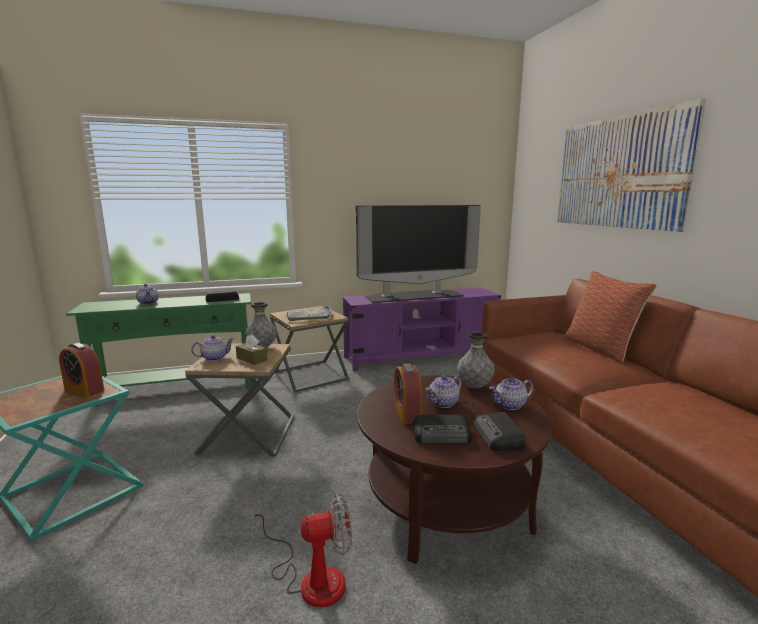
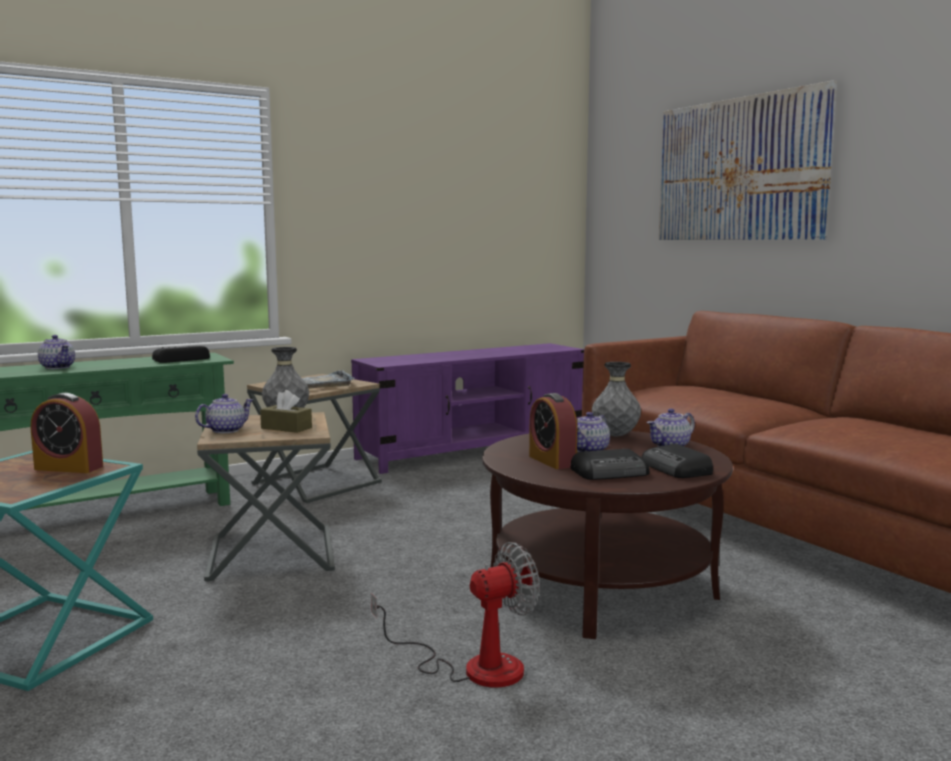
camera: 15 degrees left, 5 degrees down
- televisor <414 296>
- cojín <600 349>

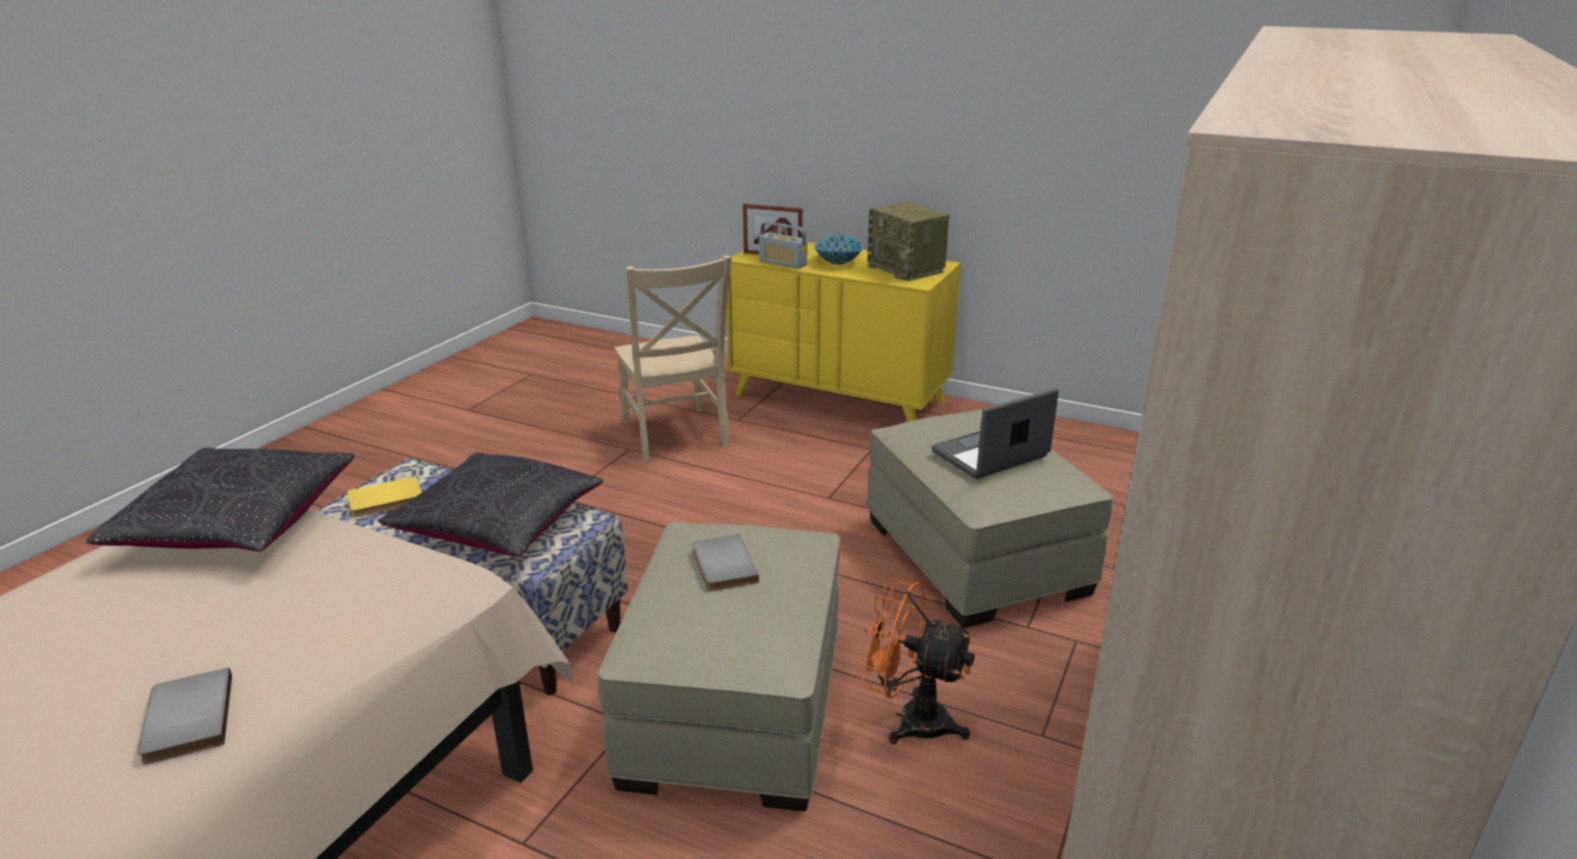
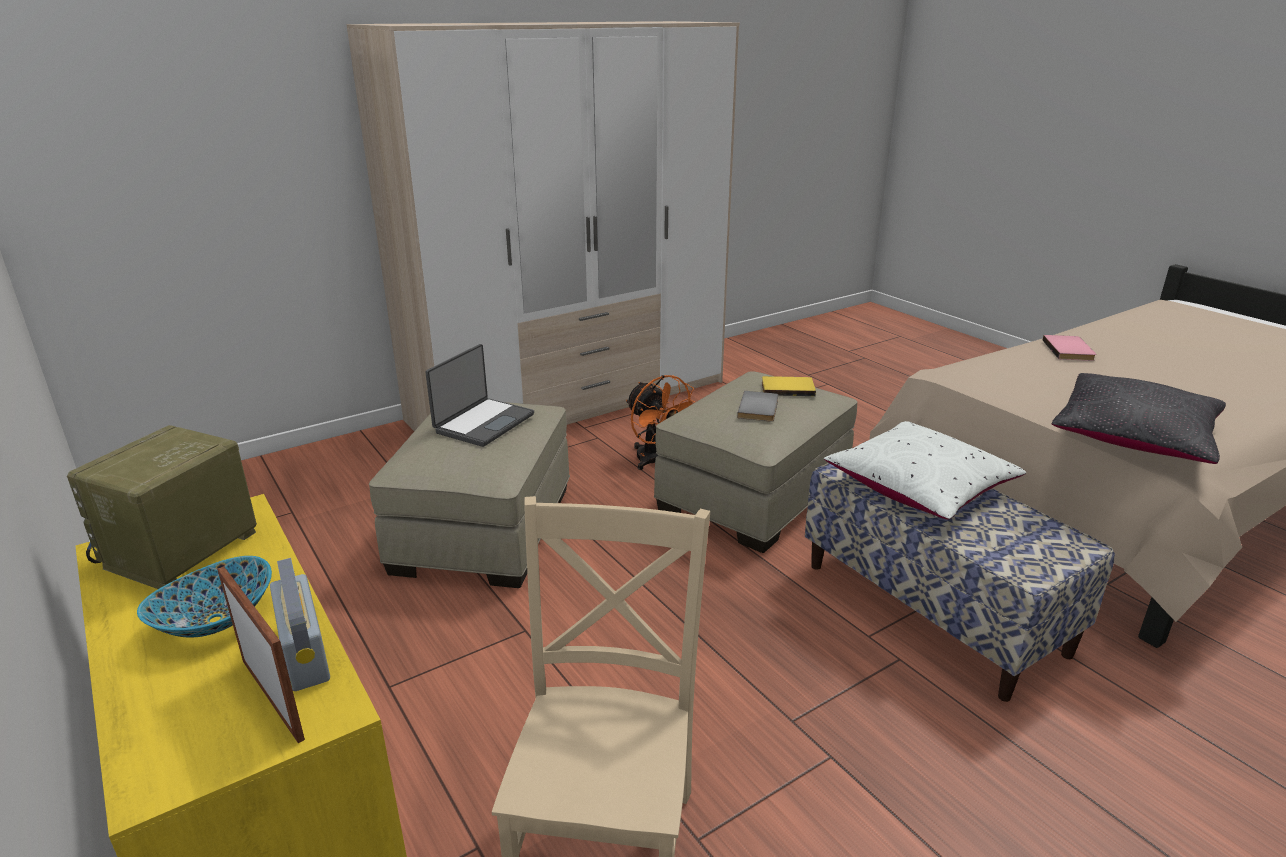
camera: 150 degrees left, 0 degrees up
~ libro (gris) <184 720> to libro (rosa) <1070 350>
~ libro (amarillo) <386 501> to <787 388>
~ cojín (negro) <499 524> to cojín (blanco) <919 488>
~ radio <907 269> = <181 552> 150 degrees counterclockwise
~ portátil <991 455> = <483 423> 60 degrees counterclockwise

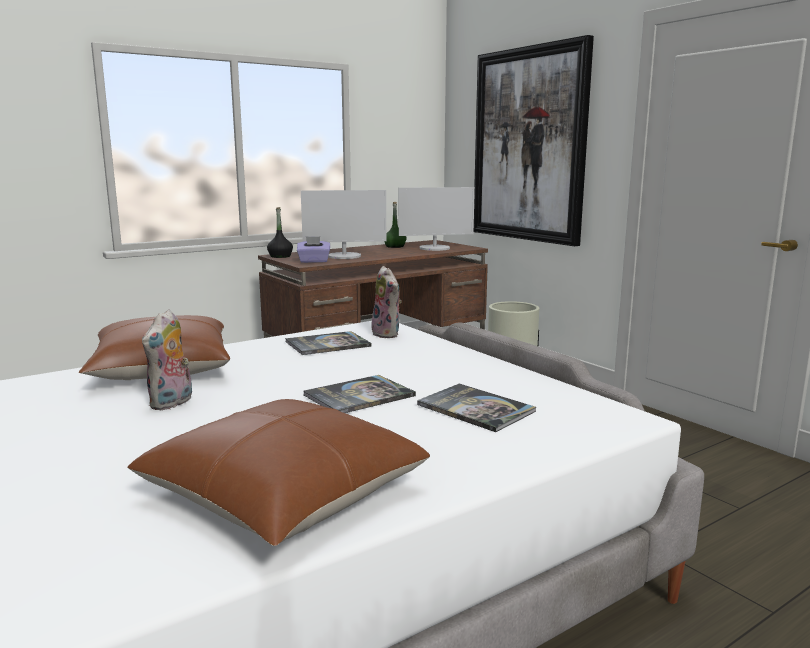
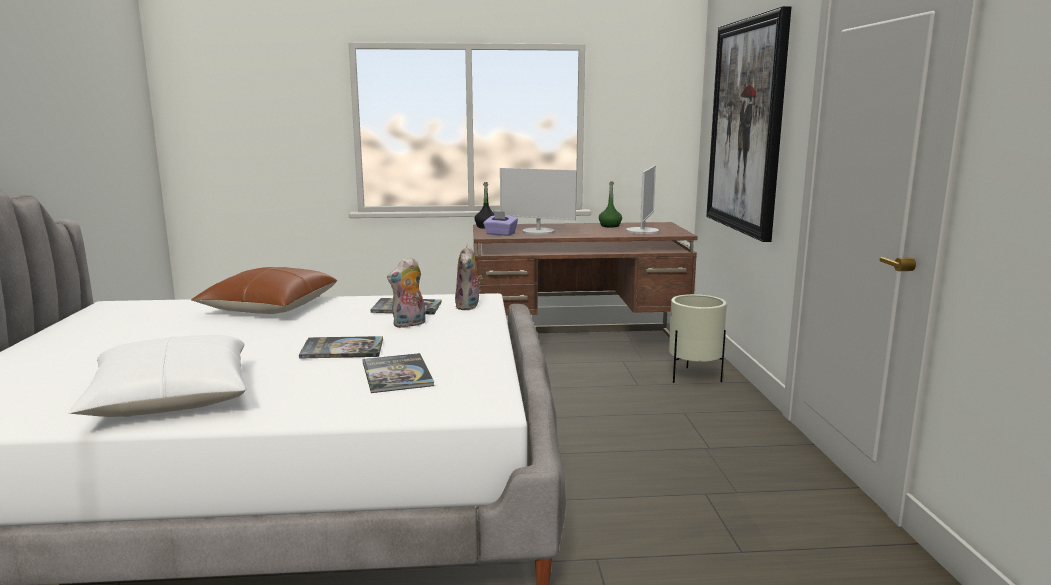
camera: 30 degrees right, 0 degrees up
~ cojín (marrón) <284 496> to cojín (blanco) <170 398>
~ peluche <172 403> to <409 324>
~ monitor <435 248> = <643 231> 90 degrees counterclockwise

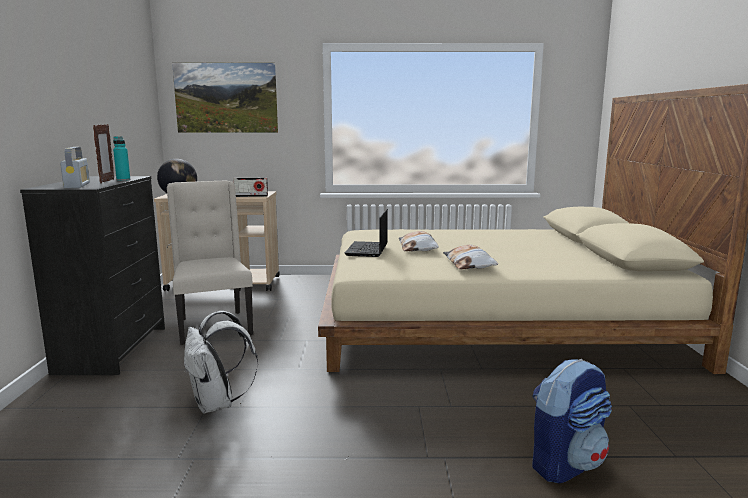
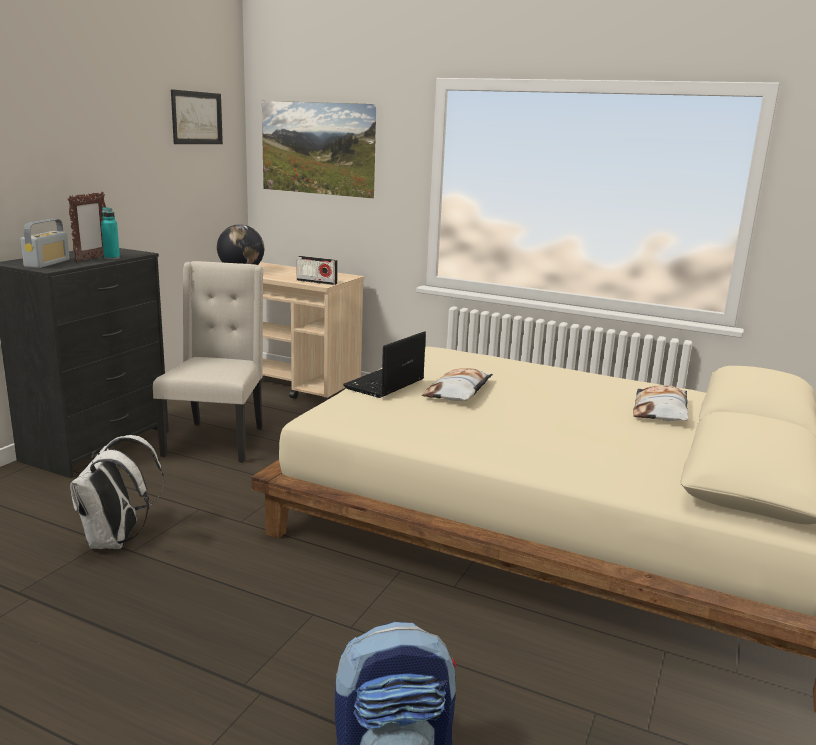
camera: 25 degrees right, 5 degrees up
~ cojín <469 264> to <661 411>
+ cuadro <197 118>

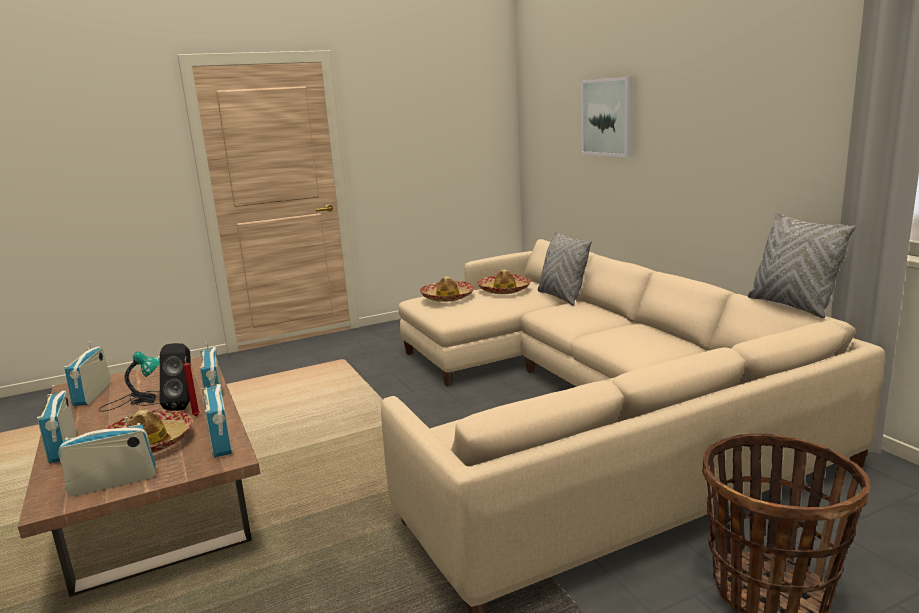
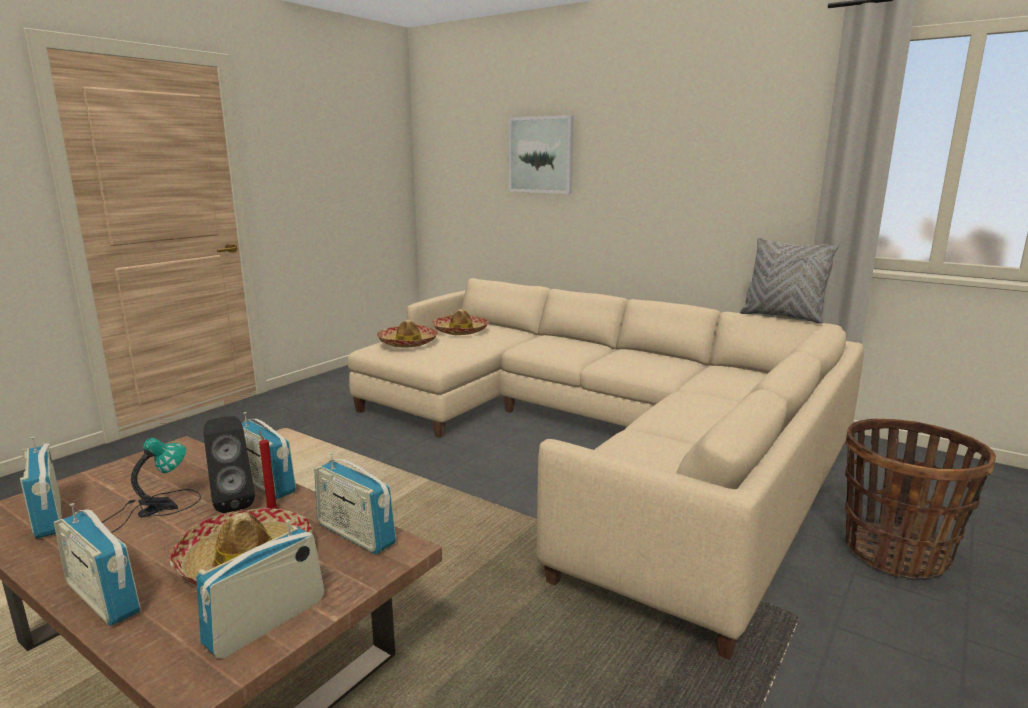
camera: 30 degrees left, 0 degrees up
- cojín (gris) <562 297>

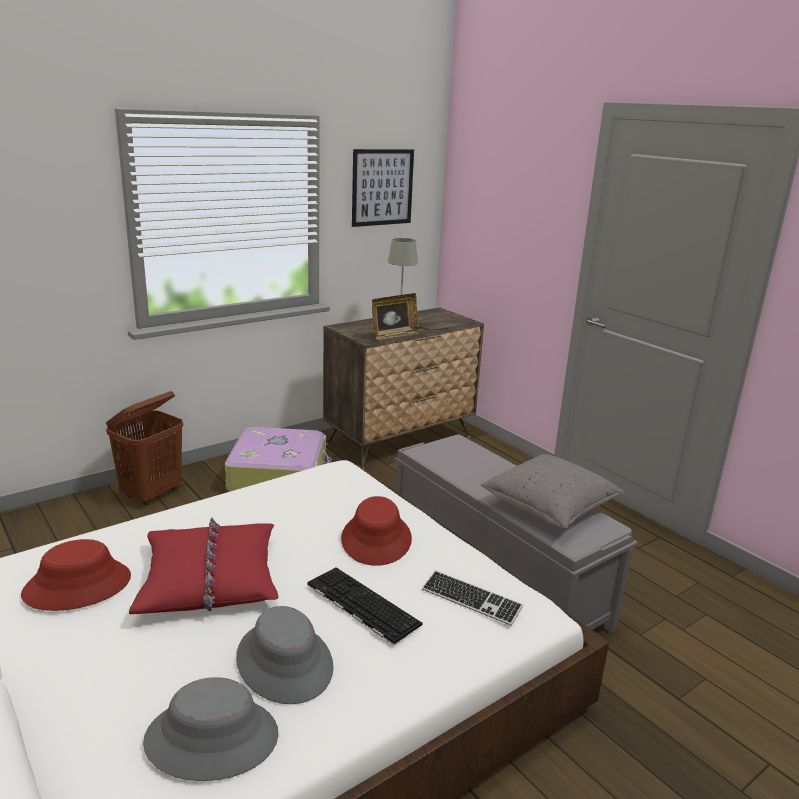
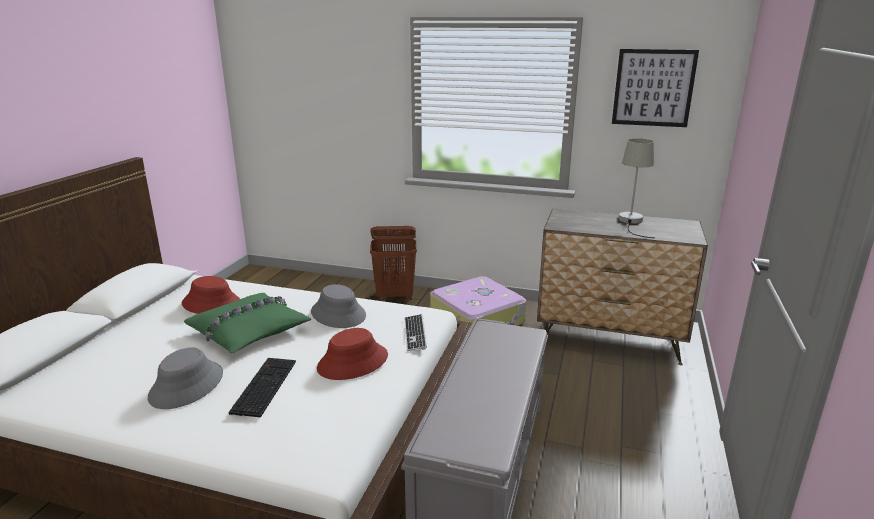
camera: 55 degrees right, 0 degrees up
~ cojín (rojo) <209 579> to cojín (verde) <249 331>
~ sombrero (gris) <212 738> to <338 314>
- portarretratos <394 336>
~ teclado <471 599> to <415 334>
- cojín (gris) <549 508>

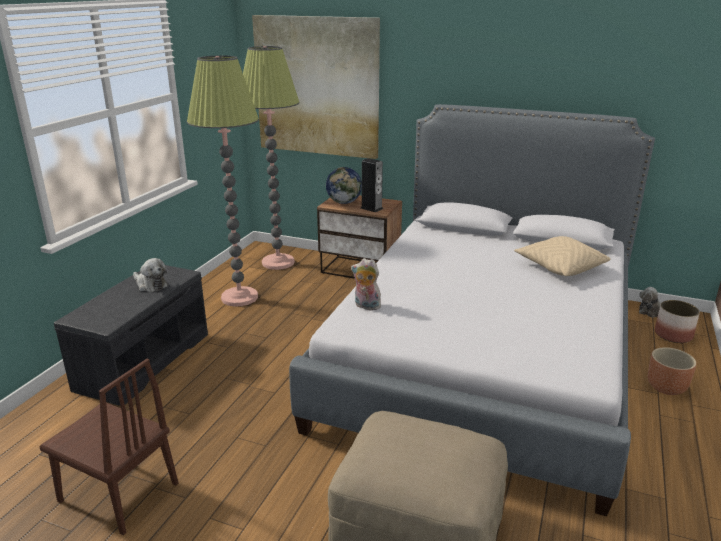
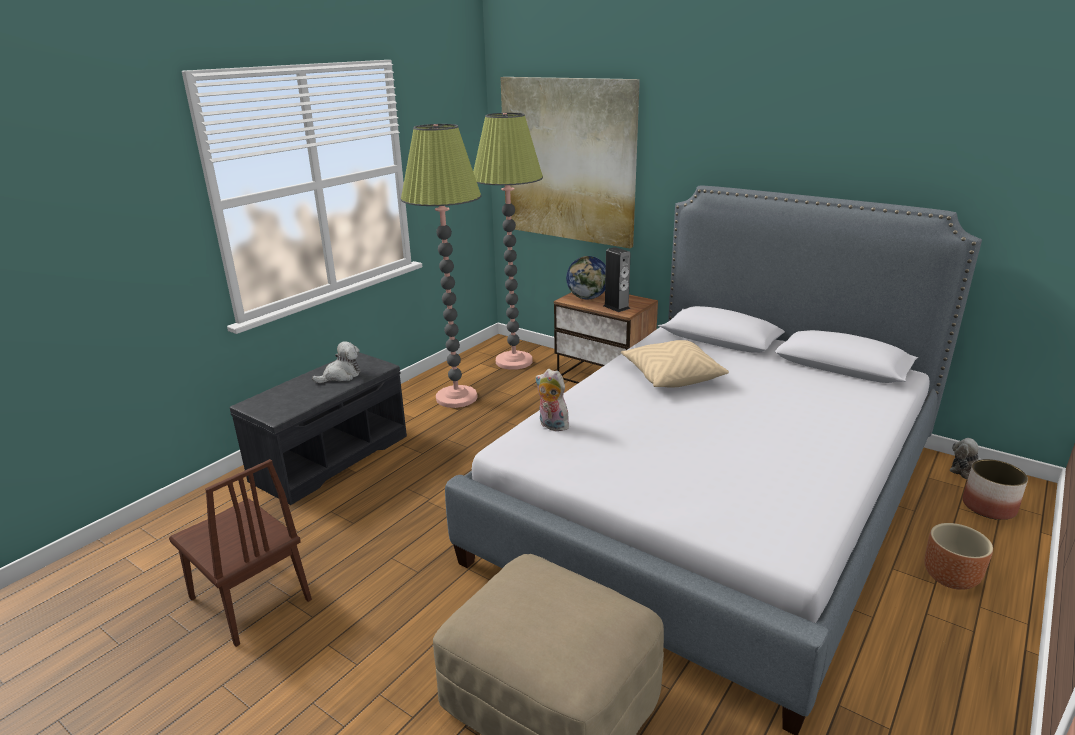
camera: 15 degrees right, 0 degrees up
~ peluche <150 285> = <341 376> 90 degrees counterclockwise
~ cojín (beis) <559 267> to <671 376>

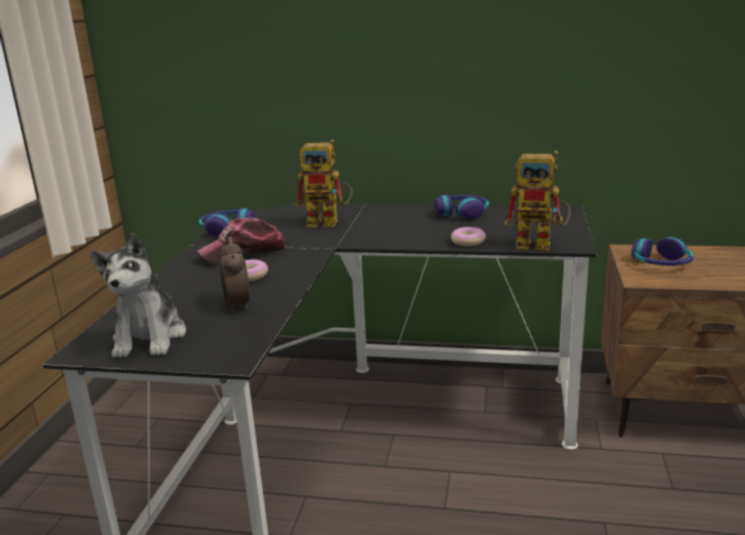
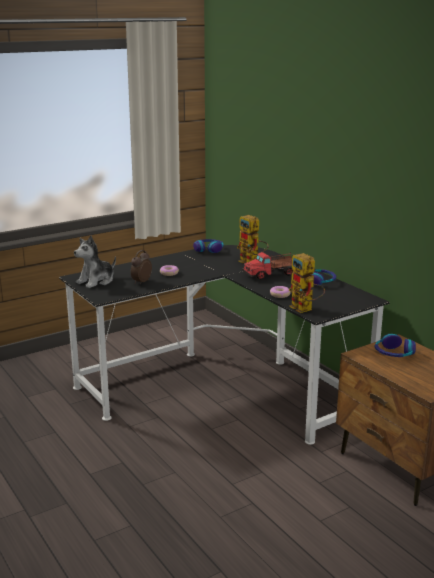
camera: 45 degrees right, 0 degrees up
- gorra <244 253>
+ camión de juguete <273 274>

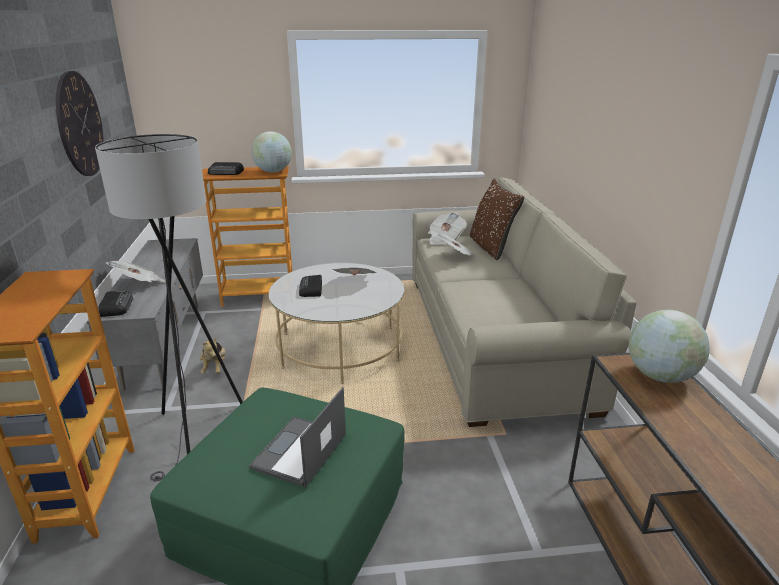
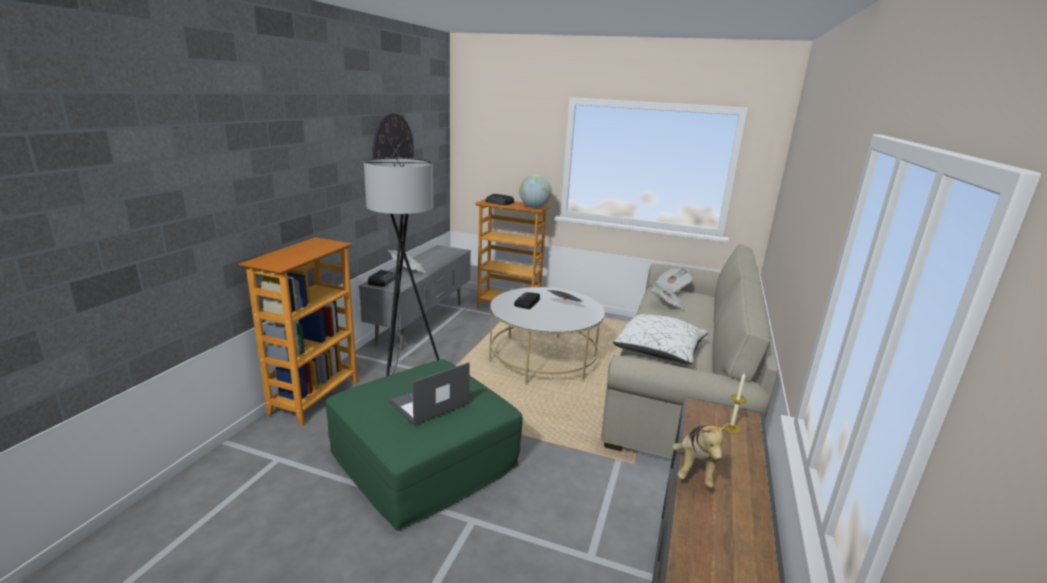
camera: 25 degrees right, 5 degrees down
~ peluche <215 367> to <695 470>
- cojín (marrón) <491 247>
~ globo terráqueo <660 376> to vela <731 428>
+ cojín (blanco) <659 351>

